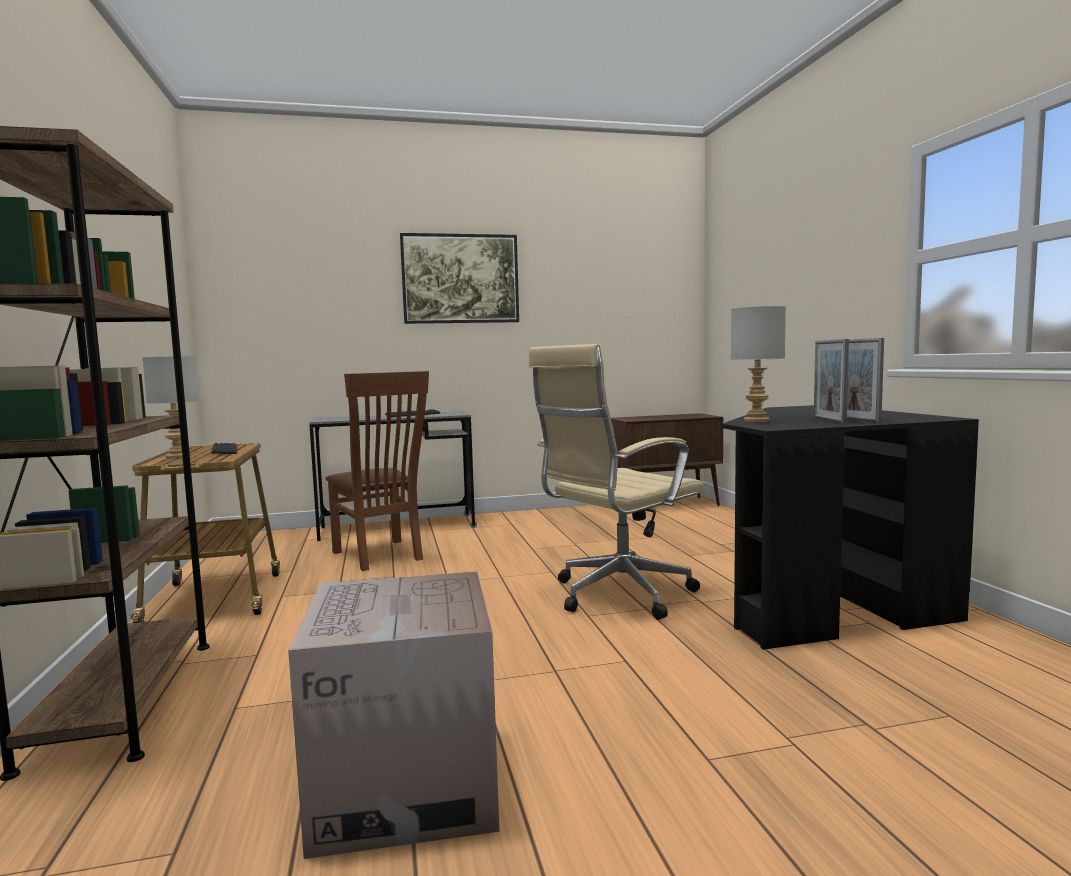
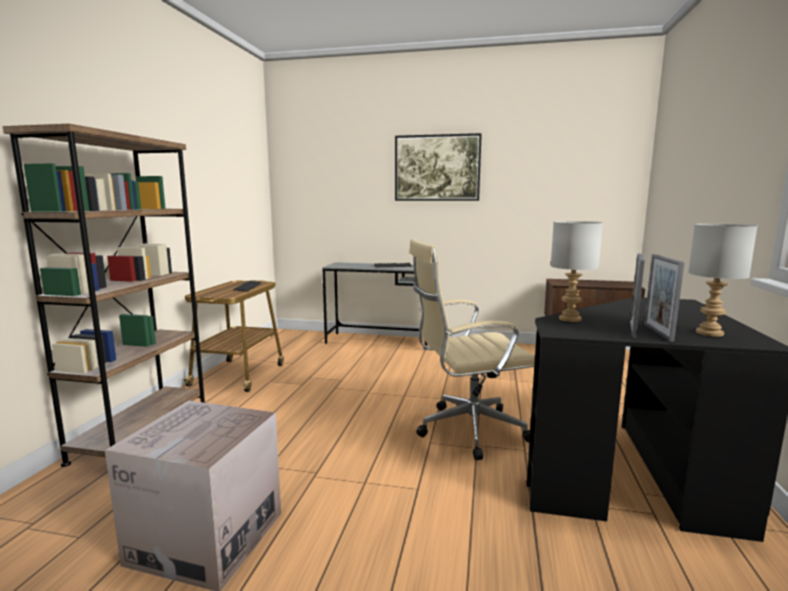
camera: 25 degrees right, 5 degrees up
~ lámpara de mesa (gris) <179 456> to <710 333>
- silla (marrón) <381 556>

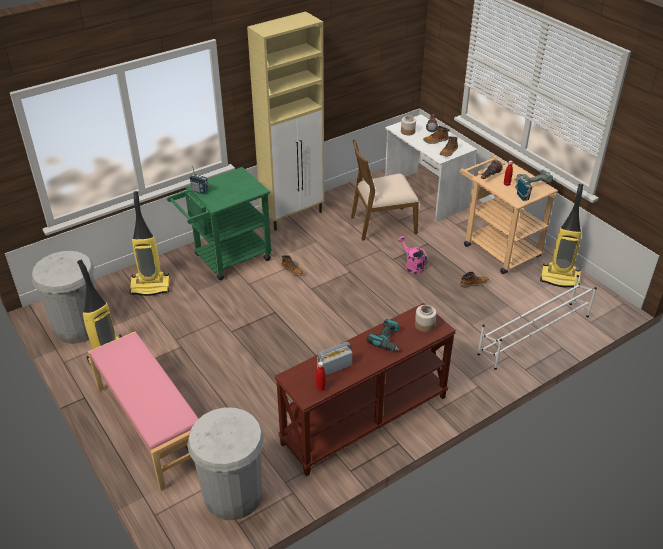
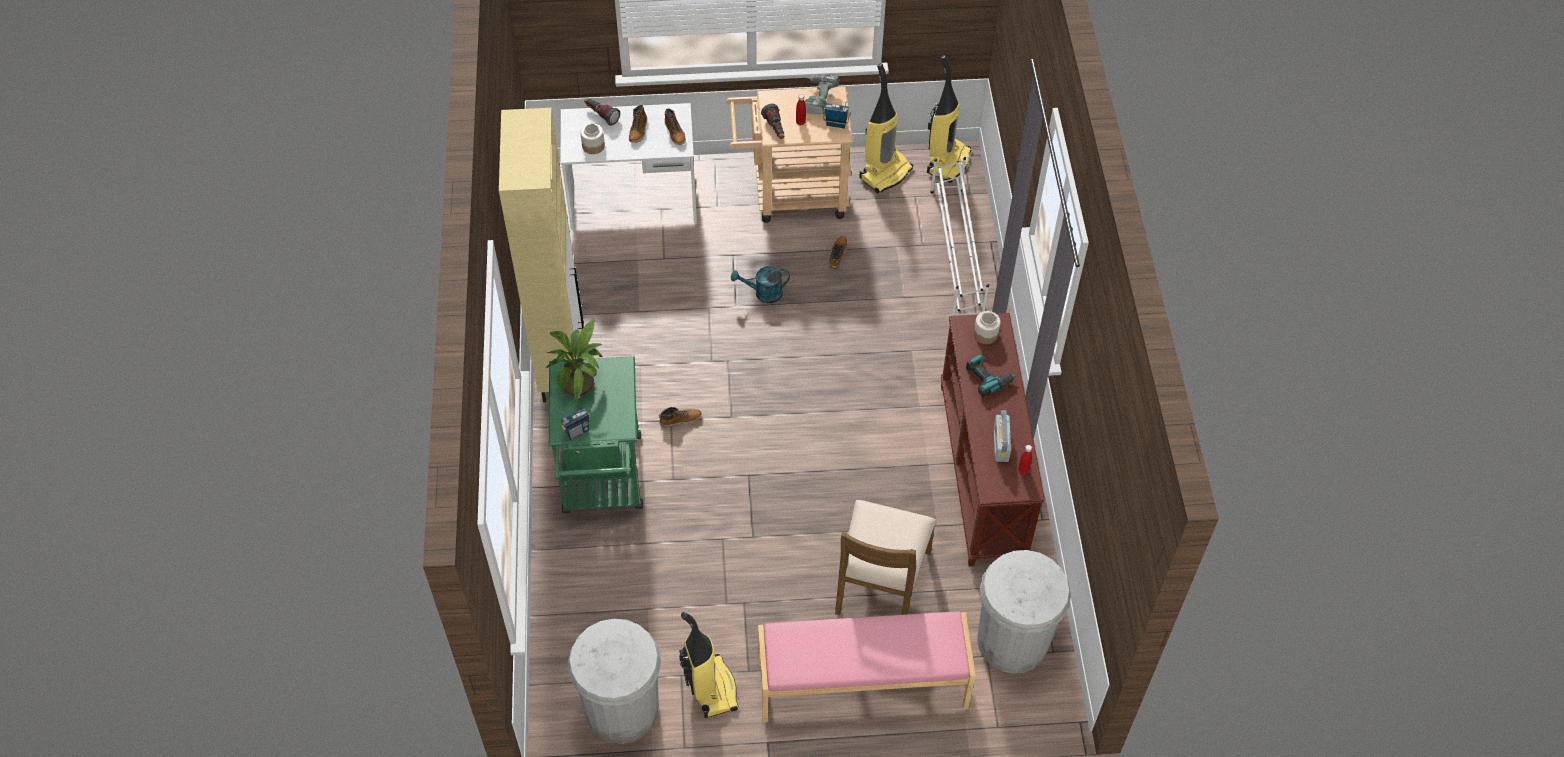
camera: 60 degrees left, 15 degrees up
~ aspiradora <151 286> to <947 161>
~ silla (marrón) <382 224> to <880 582>
~ regadera (rosa) <412 265> to regadera (turquesa) <763 293>
+ planta en maceta <581 382>

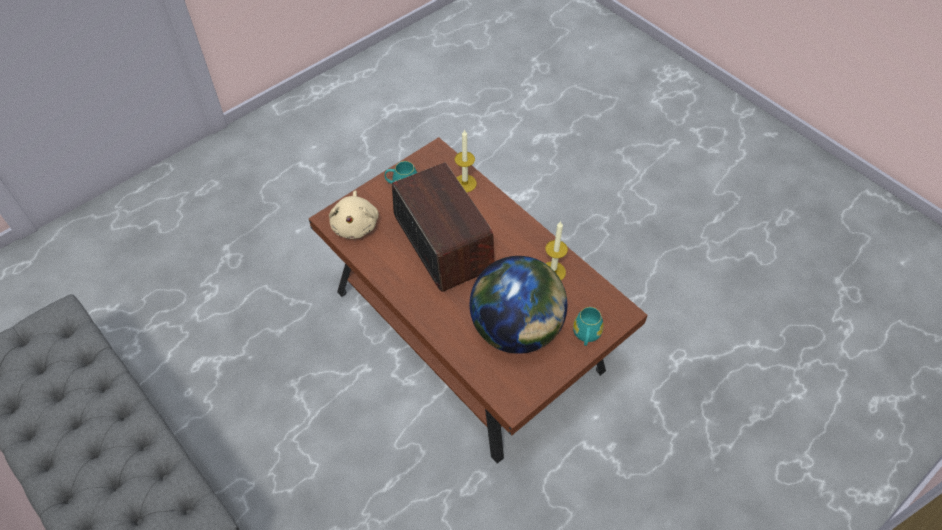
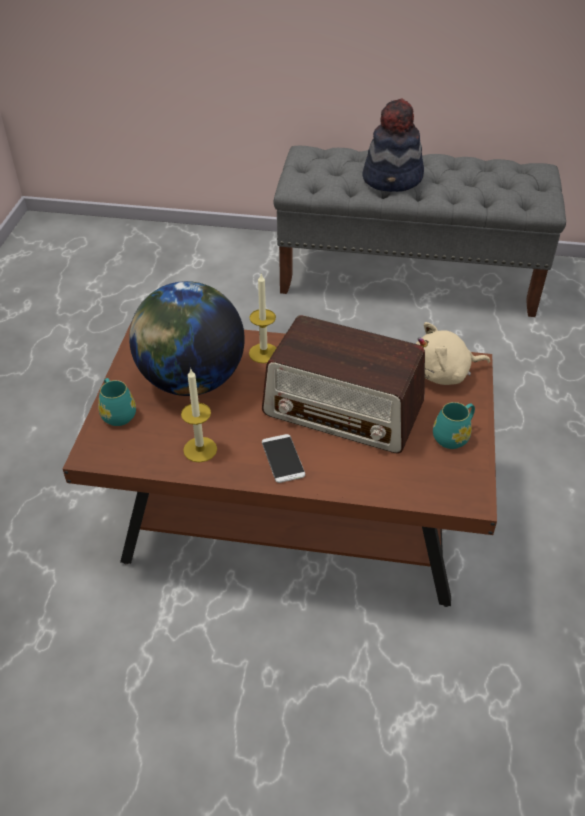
camera: 140 degrees right, 10 degrees down
~ peluche (beis) <355 224> = <443 373> 60 degrees counterclockwise
~ vela <465 183> to <263 353>
+ móvil <283 459>
+ sombrero <393 179>

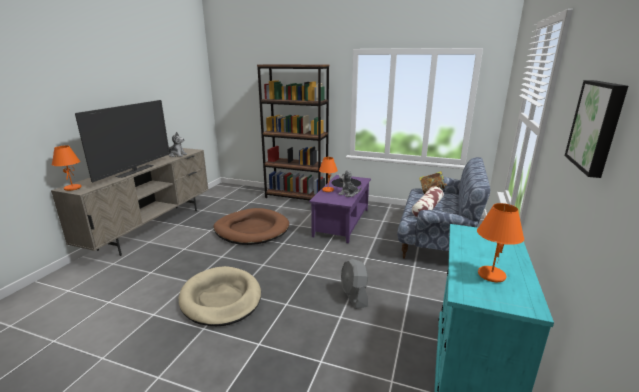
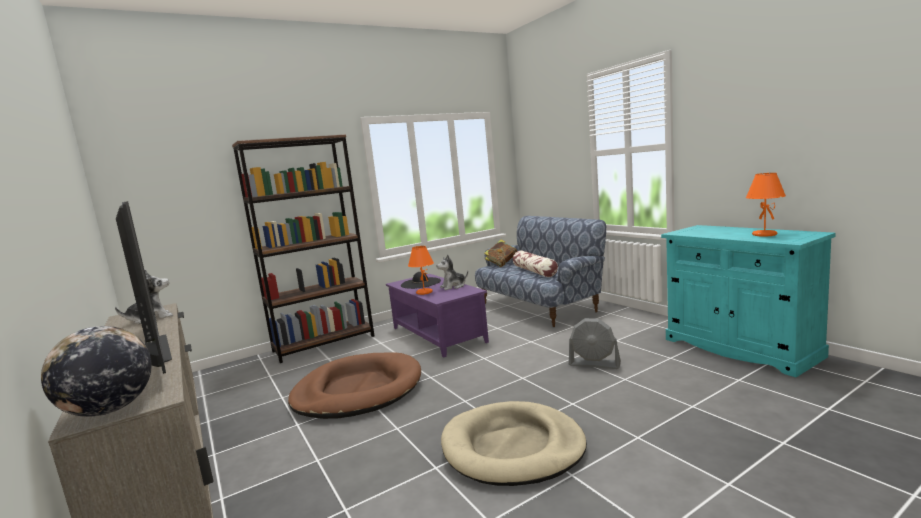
camera: 50 degrees left, 10 degrees down
~ lámpara de mesa (naranja) <72 188> to globo terráqueo <110 410>
- cuadro <598 126>

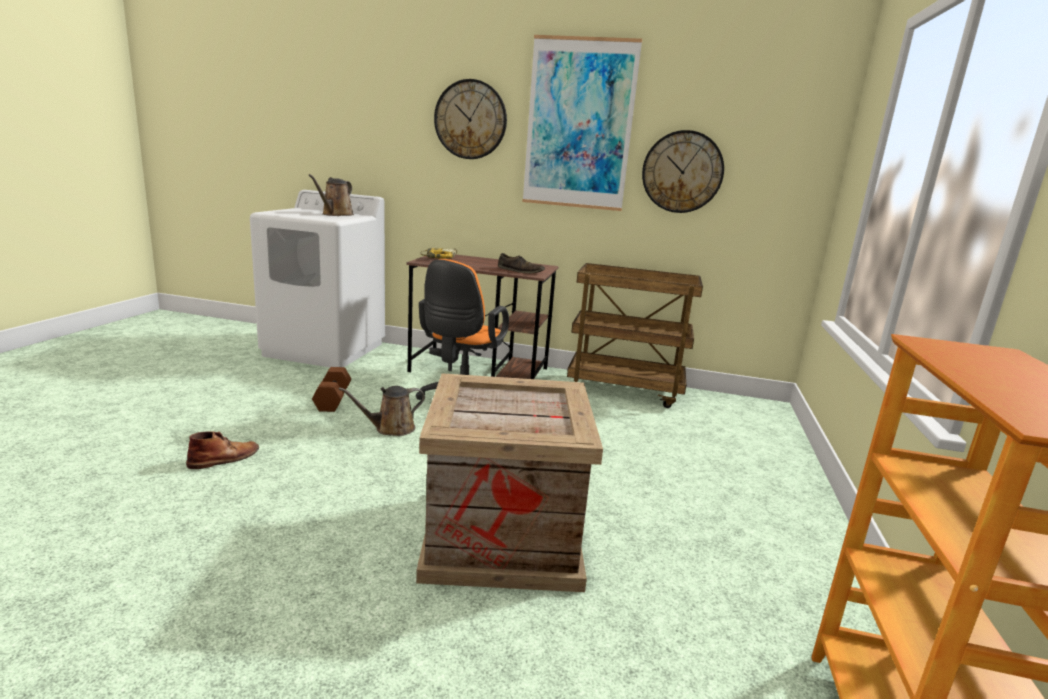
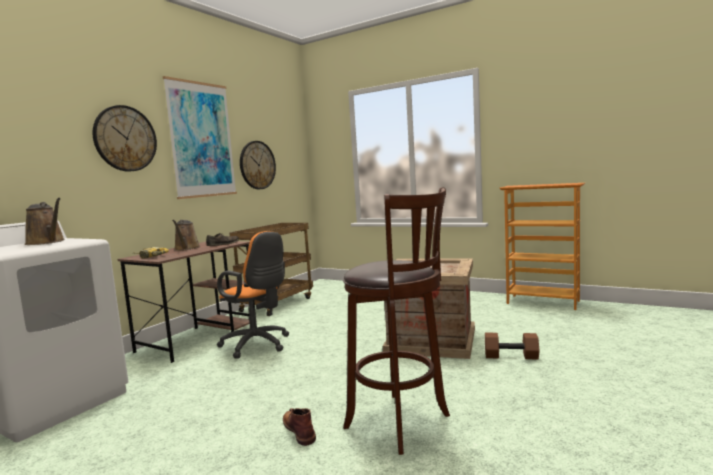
camera: 70 degrees left, 10 degrees down
~ mancuerna (marrón) <333 400> to <511 356>
~ regadera (marrón) <391 428> to <186 248>
+ taburete (marrón) <402 423>

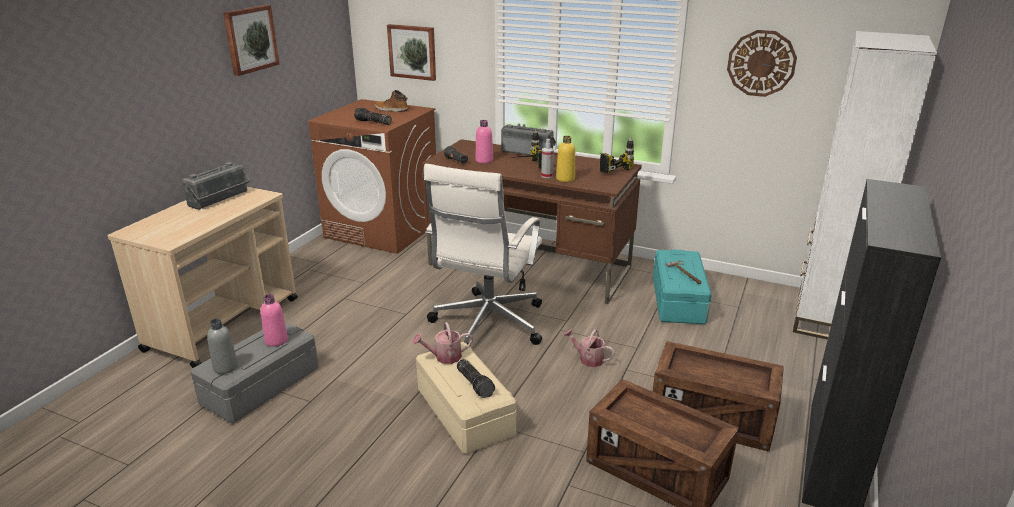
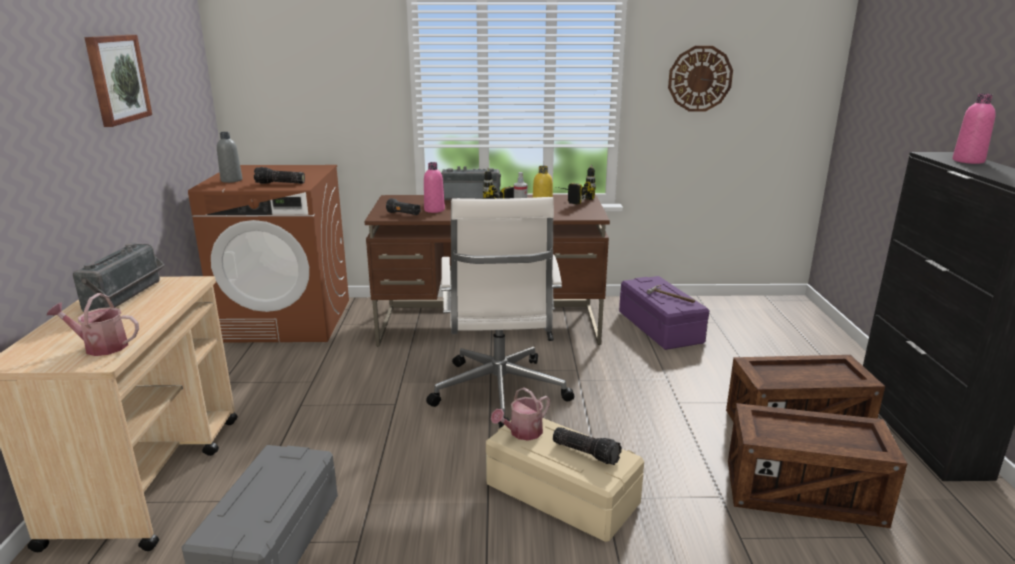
camera: 25 degrees left, 5 degrees down
~ botella (gris) <225 367> to <231 180>
~ botella (rosa) <276 340> to <968 161>
- bota <391 110>
- cuadro <412 52>
~ regadera <588 359> to <101 346>
~ caja de almacenaje (turquesa) <679 300> to caja de almacenaje (morado) <661 327>
- estantería (blanco) <826 317>

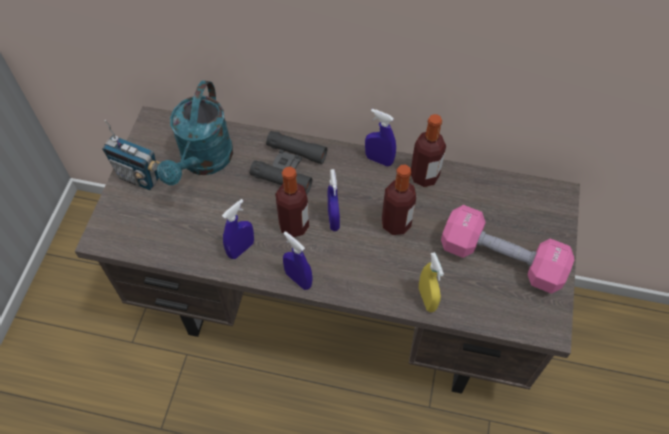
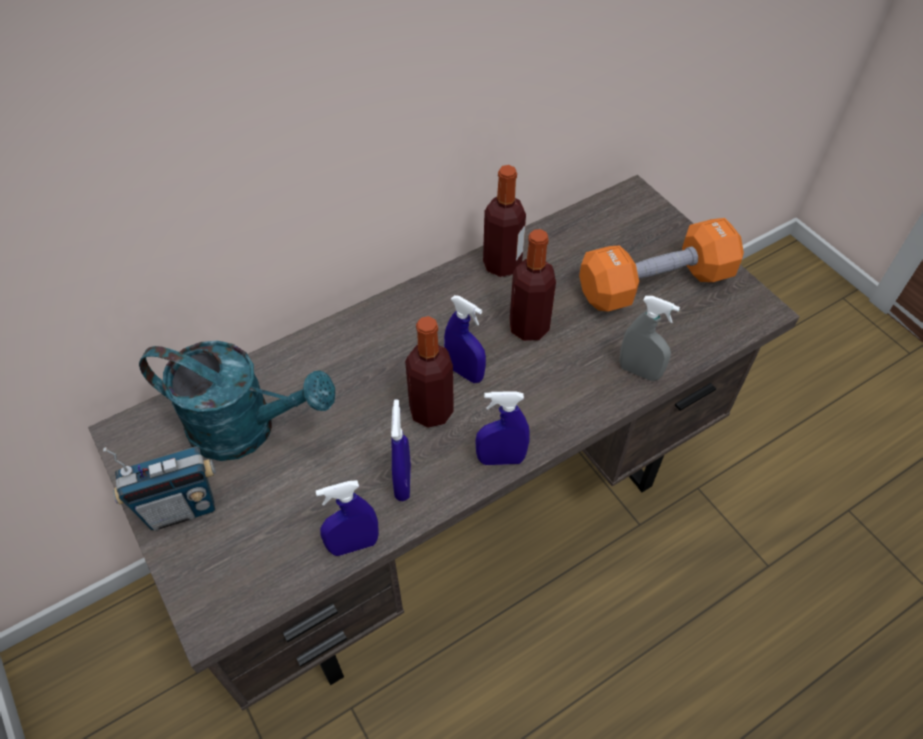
camera: 45 degrees left, 5 degrees down
~ regadera (turquesa) <203 162> = <247 428> 45 degrees counterclockwise
- prismáticos (negro) <289 166>
~ pulverizador (azul) <379 160> to <353 545>
~ pulverizador (amarillo) <427 299> to pulverizador (gris) <639 371>
~ mancuerna (rosa) <501 259> to mancuerna (naranja) <655 284>

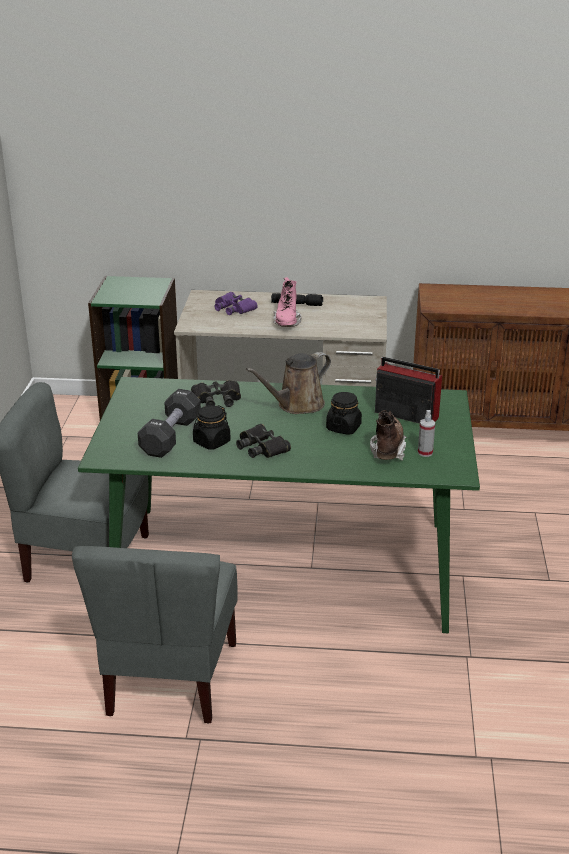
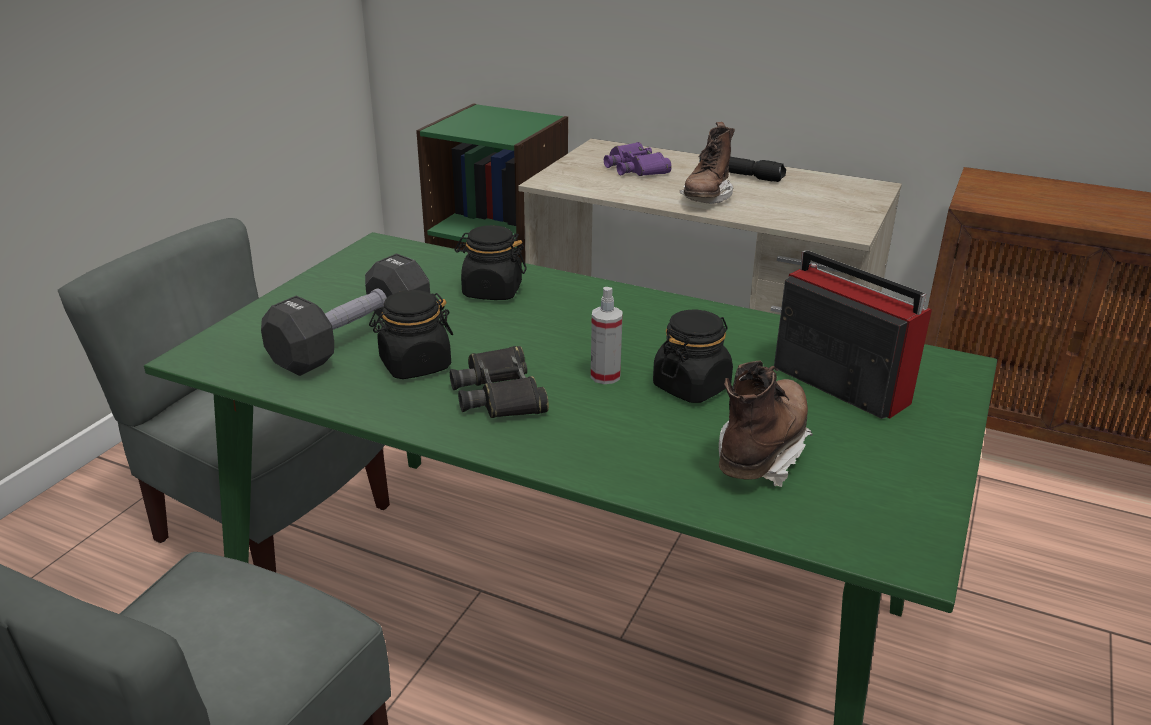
camera: 20 degrees right, 0 degrees up
~ prismáticos (negro) <217 399> to tarro (negro) <492 291>
- regadera (marrón) <297 405>
~ bota (rosa) <286 322> to bota (marrón) <706 197>
~ pulverizador <425 452> to <605 376>

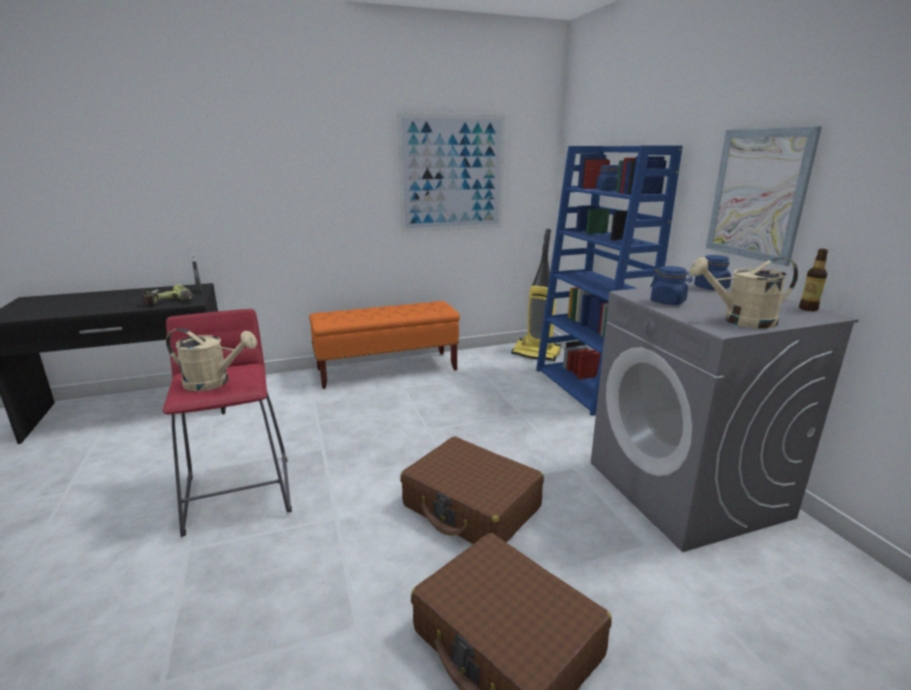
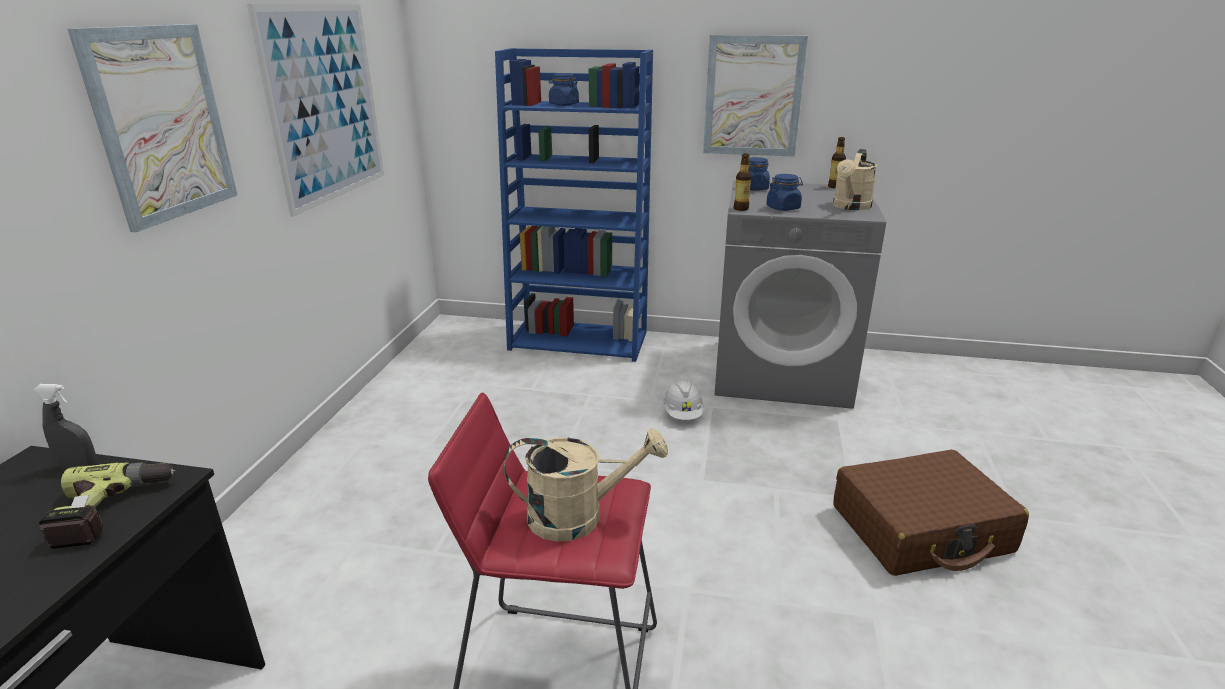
camera: 60 degrees left, 5 degrees up
~ regadera (beis) <214 383> = <579 516> 45 degrees clockwise
- banco (naranja) <387 370>
- maleta (marrón) <472 507>
- aspiradora <536 353>
+ cuadro <162 124>
+ casco (blanco) <682 414>
+ botella <741 209>

